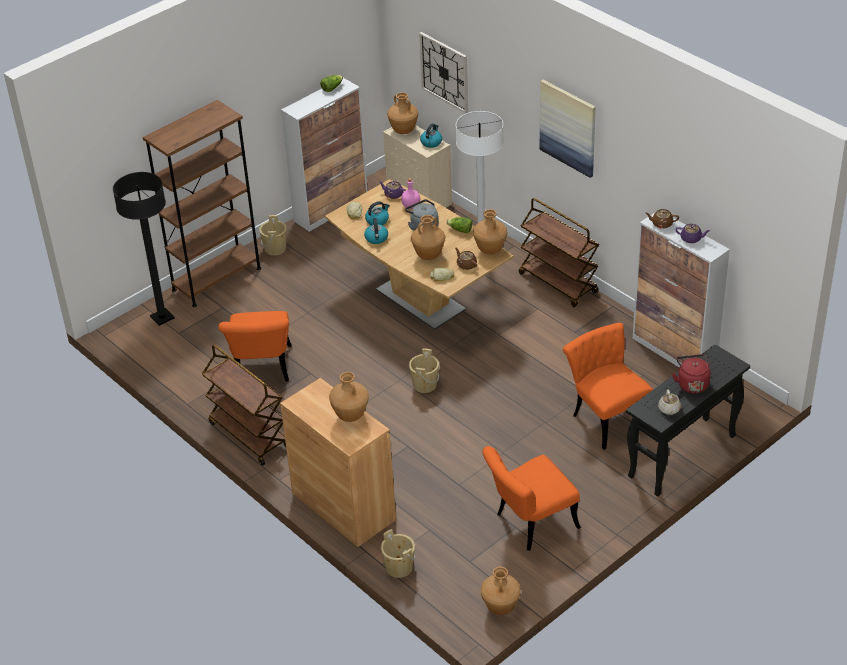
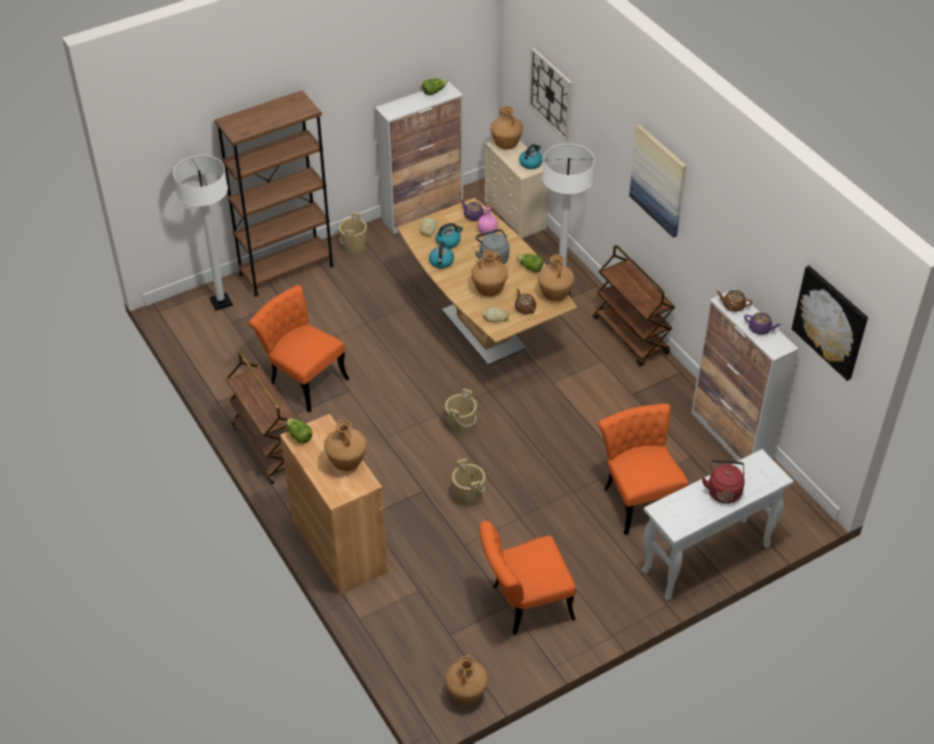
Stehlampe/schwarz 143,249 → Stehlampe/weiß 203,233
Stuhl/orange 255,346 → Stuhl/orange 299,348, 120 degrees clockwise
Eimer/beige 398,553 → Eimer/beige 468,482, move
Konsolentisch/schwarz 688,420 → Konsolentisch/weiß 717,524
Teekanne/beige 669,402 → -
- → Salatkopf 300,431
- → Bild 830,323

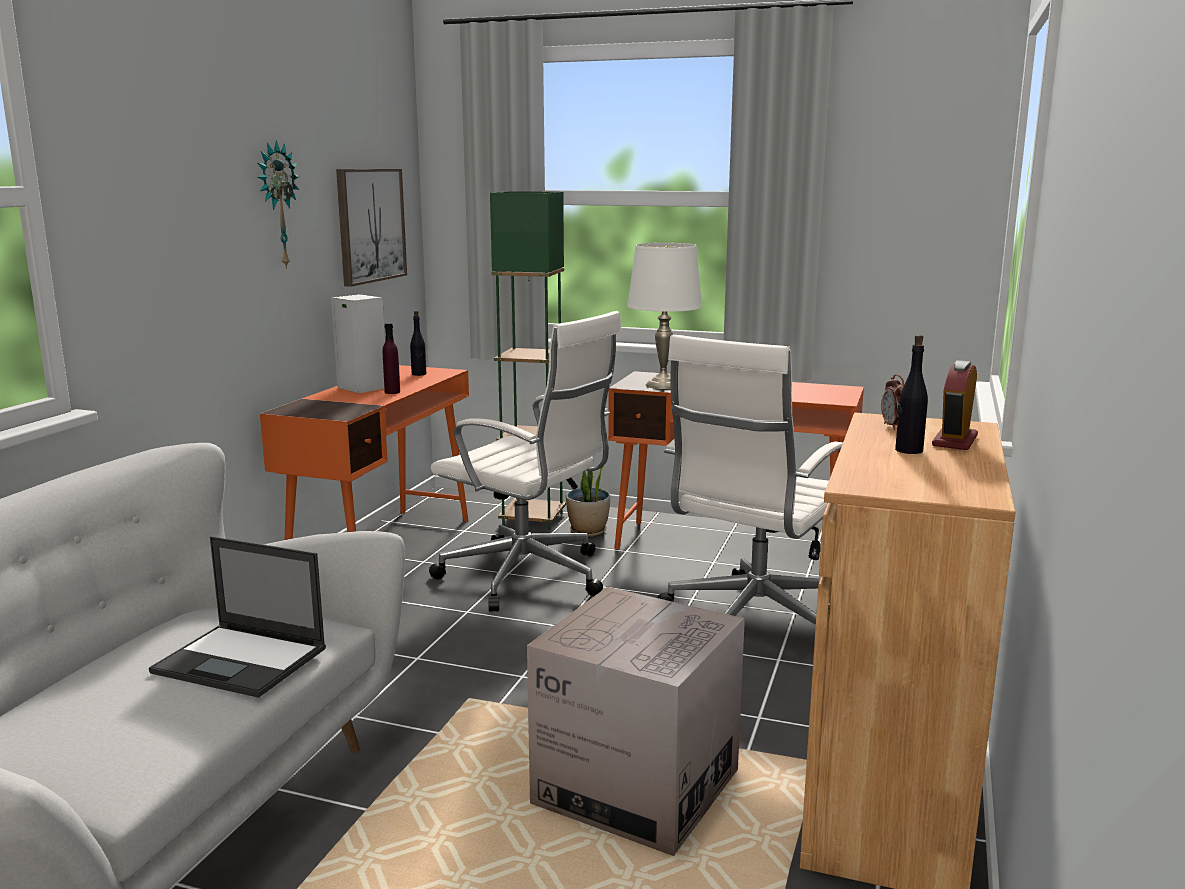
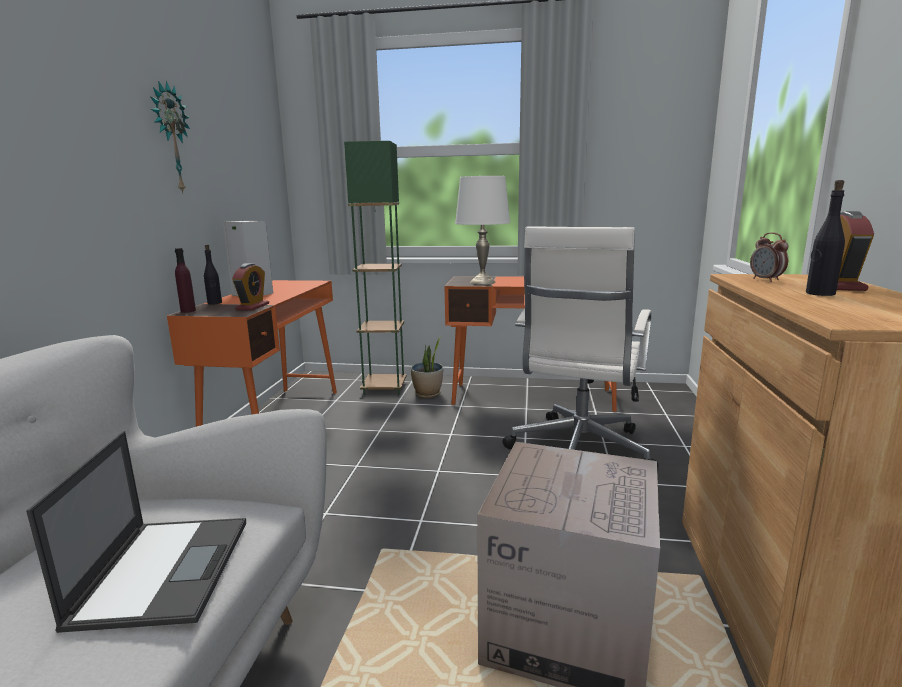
Laptop 237,617 → Laptop 136,532, 105 degrees counterclockwise
Bild 371,228 → -
Flasche/lila 391,358 → Flasche/lila 185,280, move
Flasche/schwarz 418,343 → Flasche/schwarz 213,274, move
Bürostuhl/weiß 525,461 → -
- → Wecker 250,287

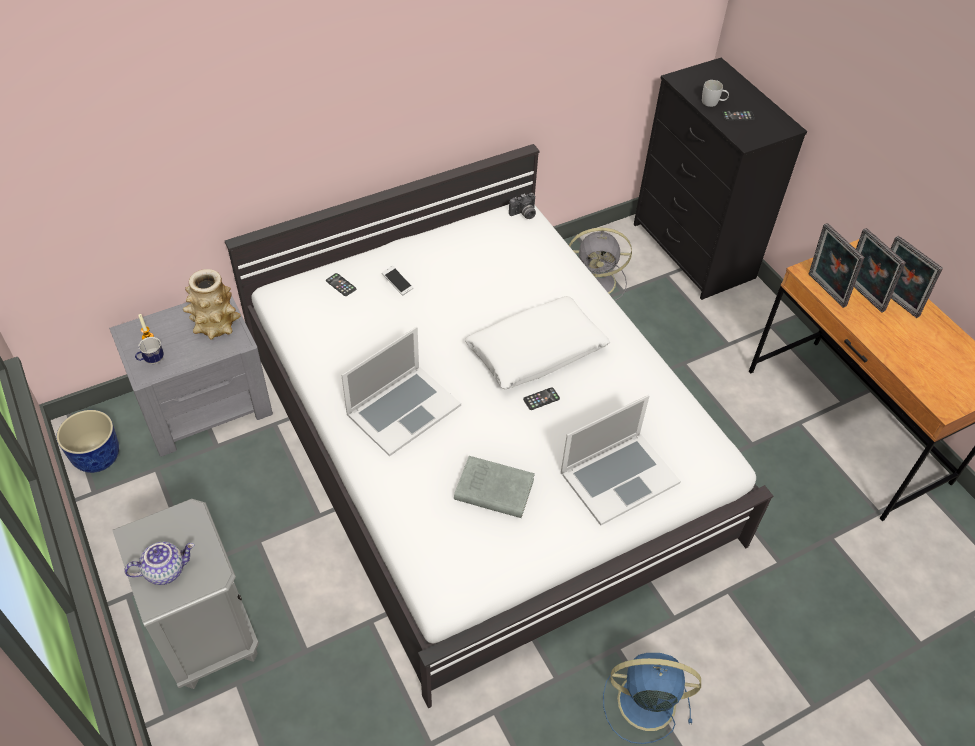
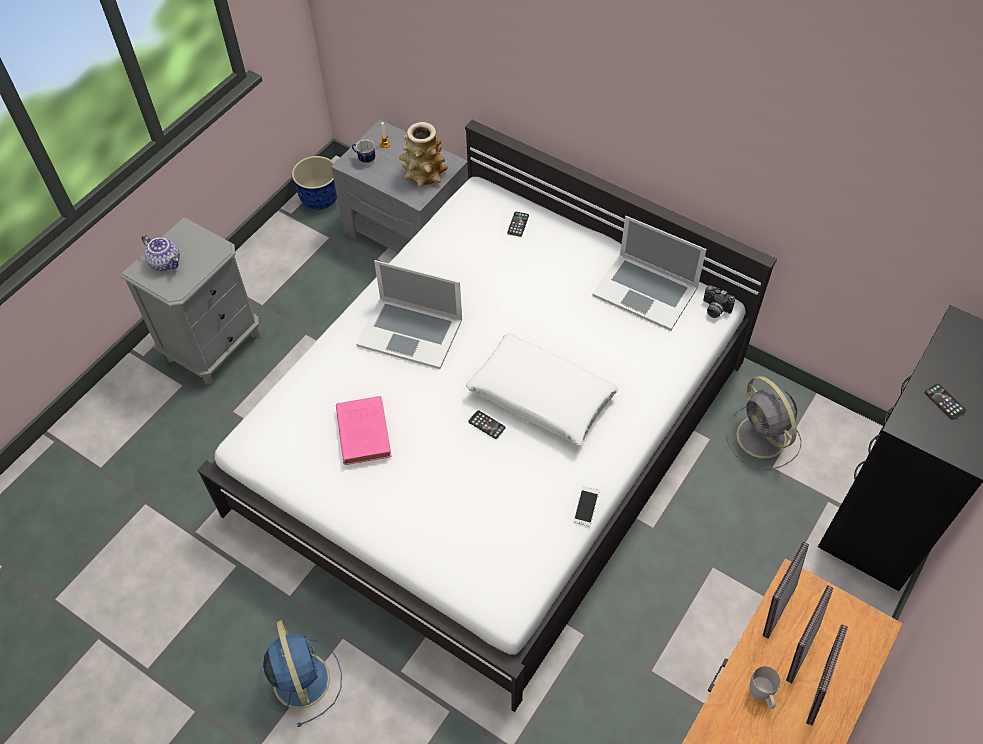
Handy 397,280 → Handy 586,506, move
Buch/grau 494,487 → Buch/rosa 364,430
Laptop 621,460 → Laptop 649,273, move
Henkelbecher/weiß 715,93 → Henkelbecher/weiß 765,687, move

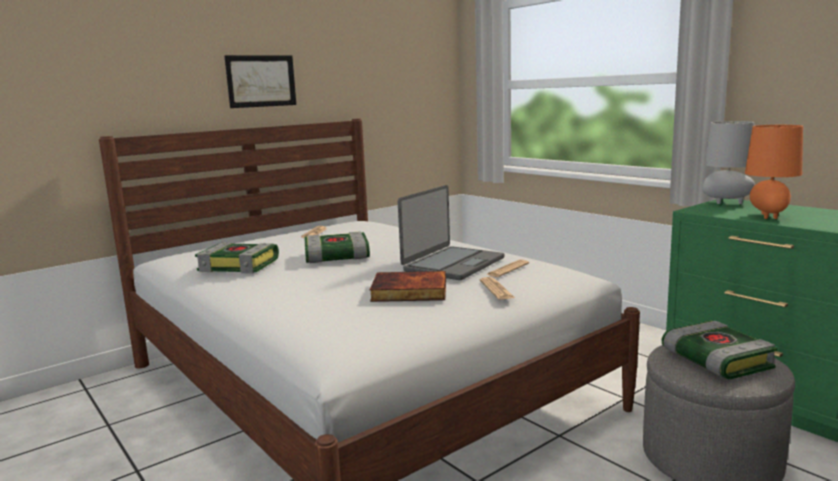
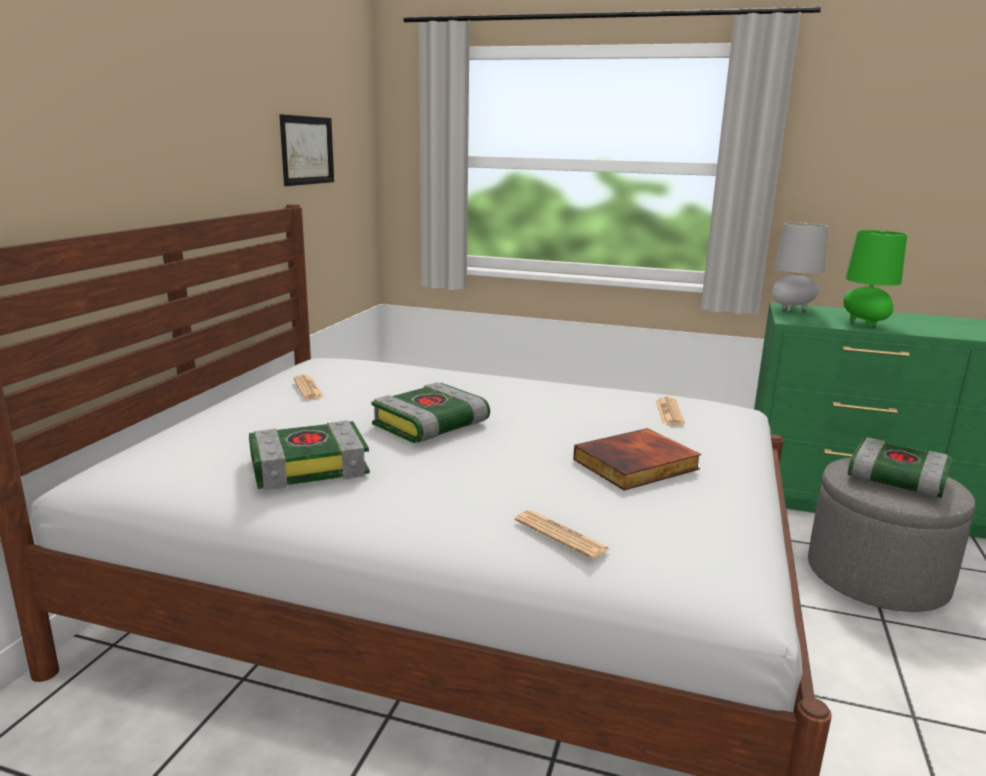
Bild 260,81 → Bild 306,150, move
Laptop 451,232 → -
Zeitung 497,288 → Zeitung 562,534, move
Tischlampe/orange 774,172 → Tischlampe/grün 875,278

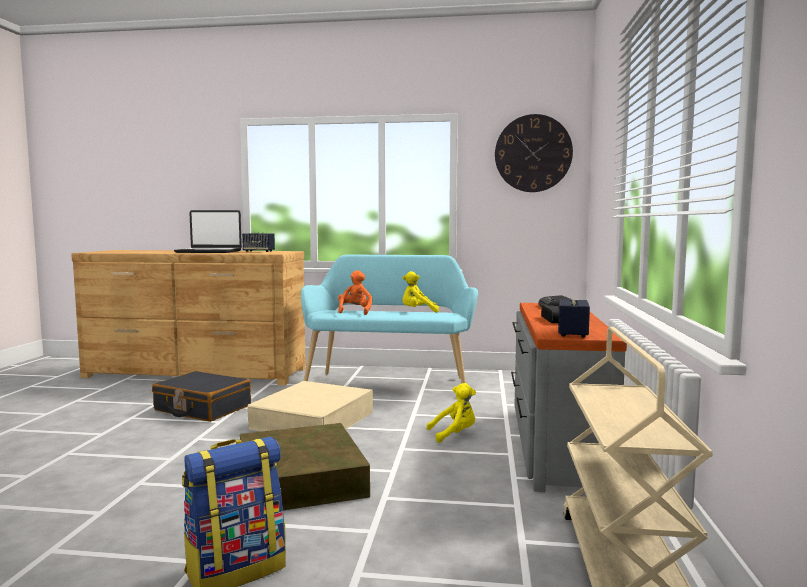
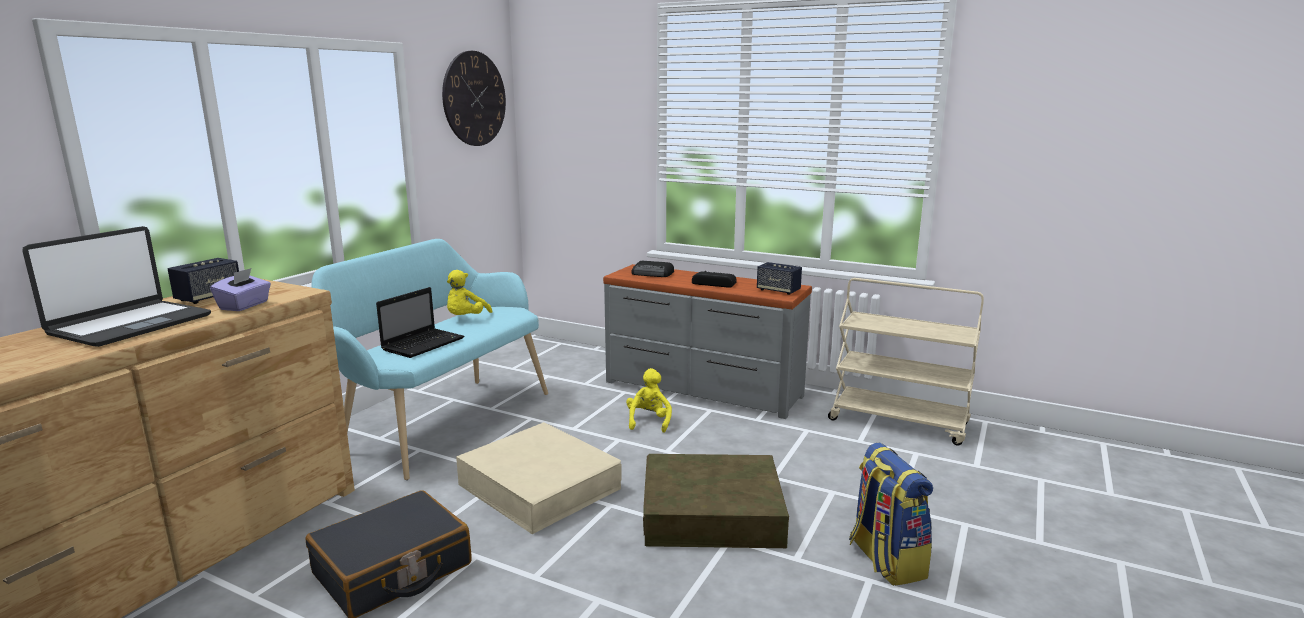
Plüschtier/orange 355,292 → Laptop 420,322
- → Taschentuchbox/lila 240,289

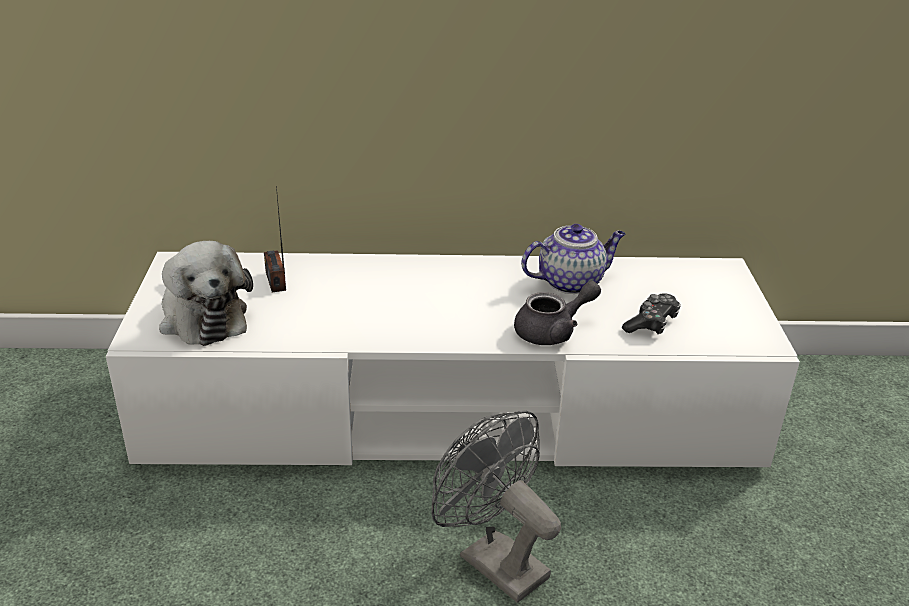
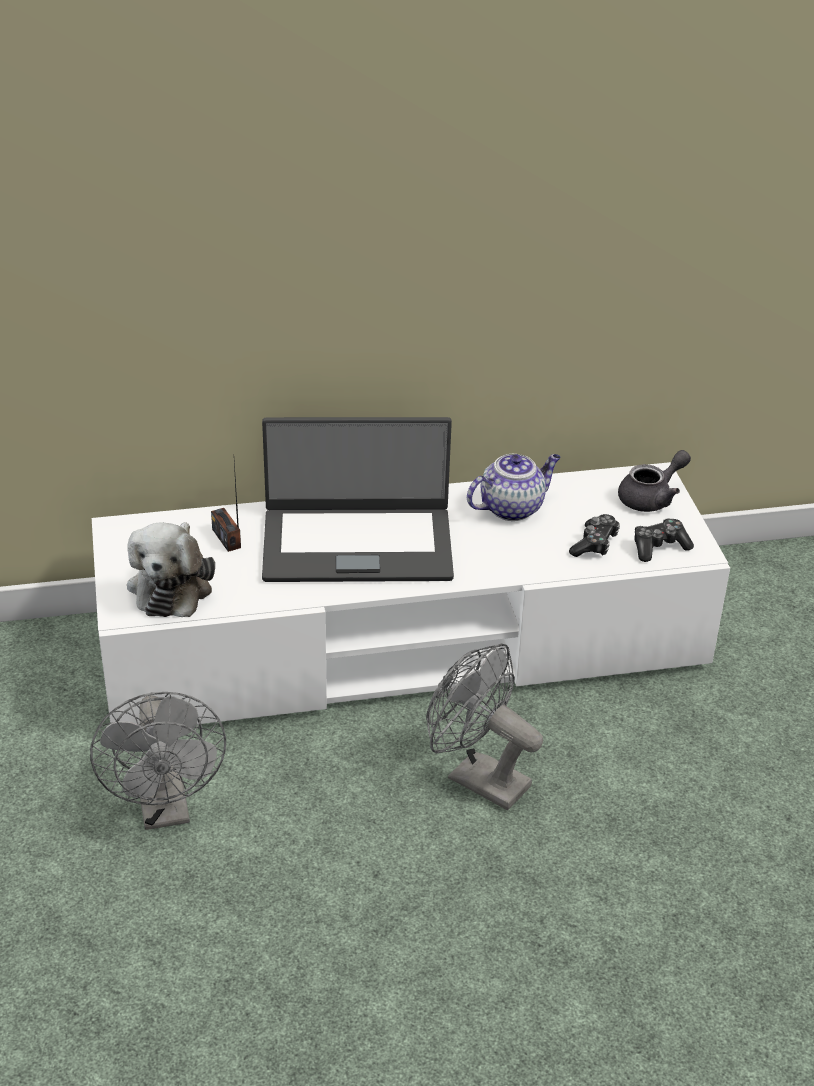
Plüschtier 206,293 → Plüschtier 171,569, 45 degrees clockwise
Teekanne/grau 557,313 → Teekanne/grau 654,481, move
- → Ventilator/grau 158,761
- → Laptop 358,499
- → Gamepad 664,540

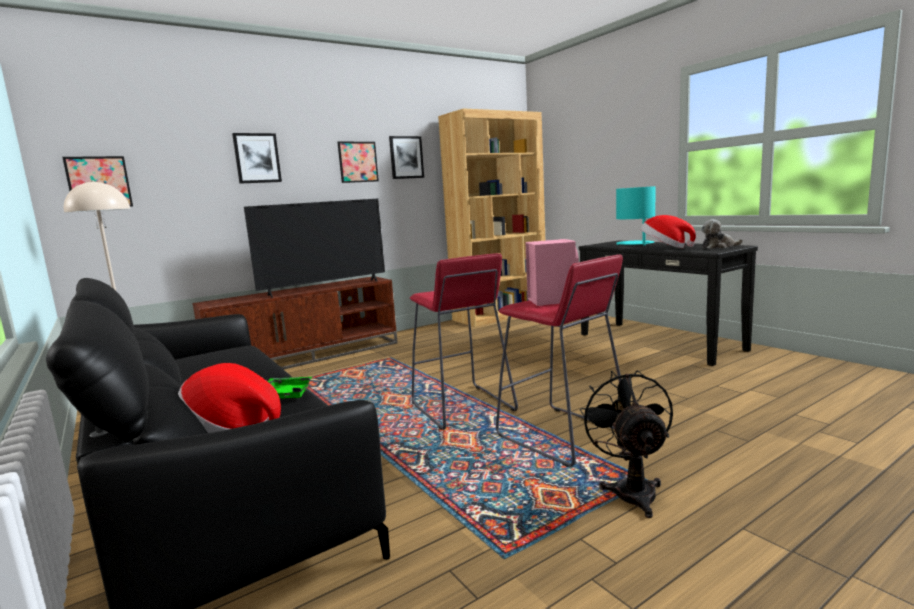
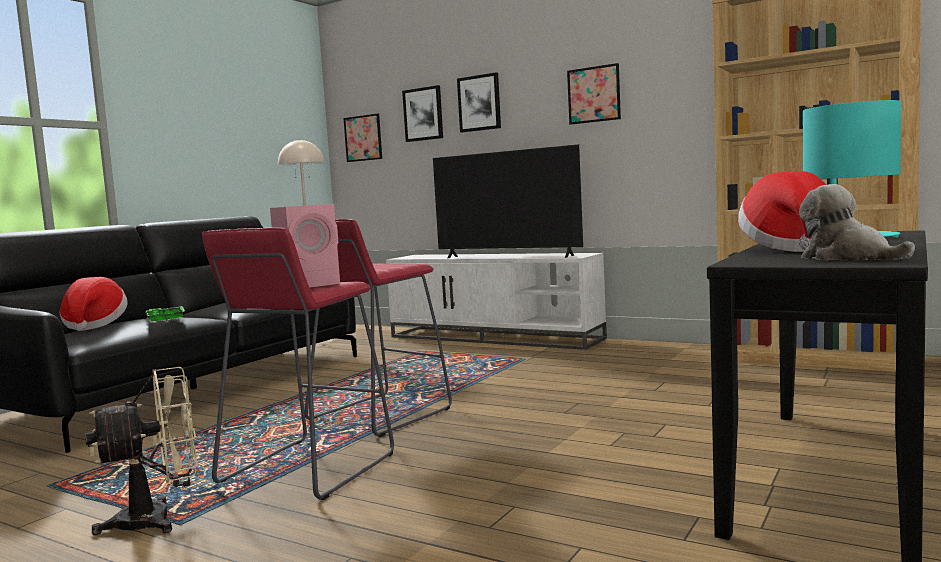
Fernsehschrank/braun 295,323 → Fernsehschrank/weiß 496,301
Bild 406,157 → Bild 422,113, move
Ventilator/schwarz 626,444 → Ventilator/beige 141,451

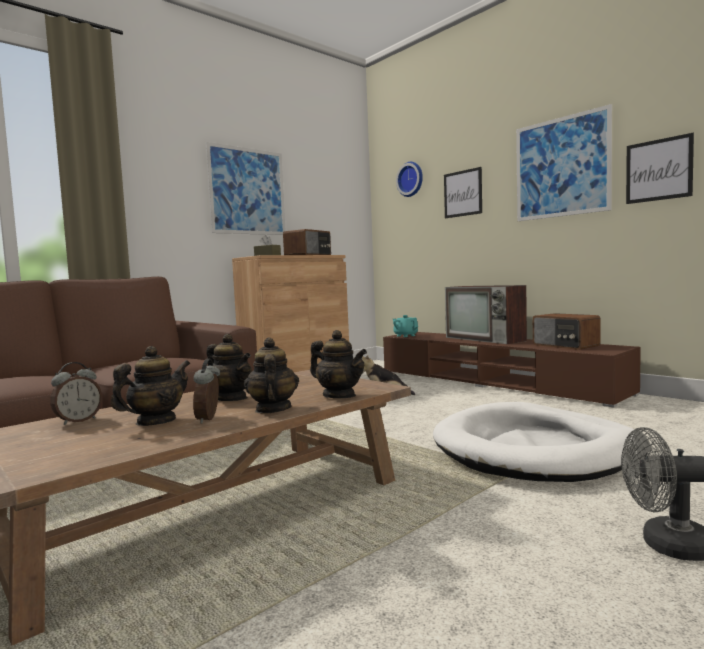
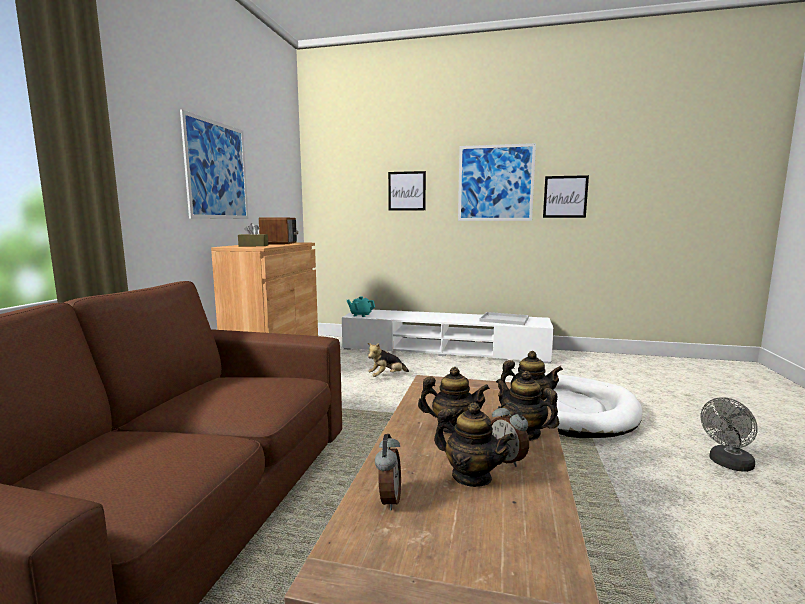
Teekanne 150,386 → Teekanne 474,444, 120 degrees clockwise
Fernsehschrank/braun 512,370 → Fernsehschrank/weiß 448,337
Wanduhr 409,179 → -
Fernseher 486,314 → -
Radio 566,331 → Tablett/weiß 504,318

